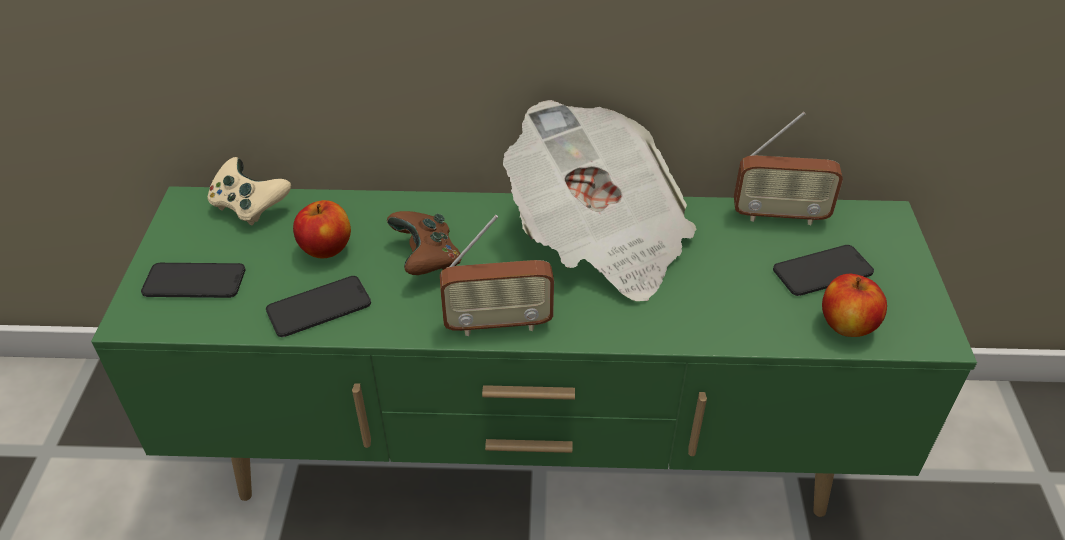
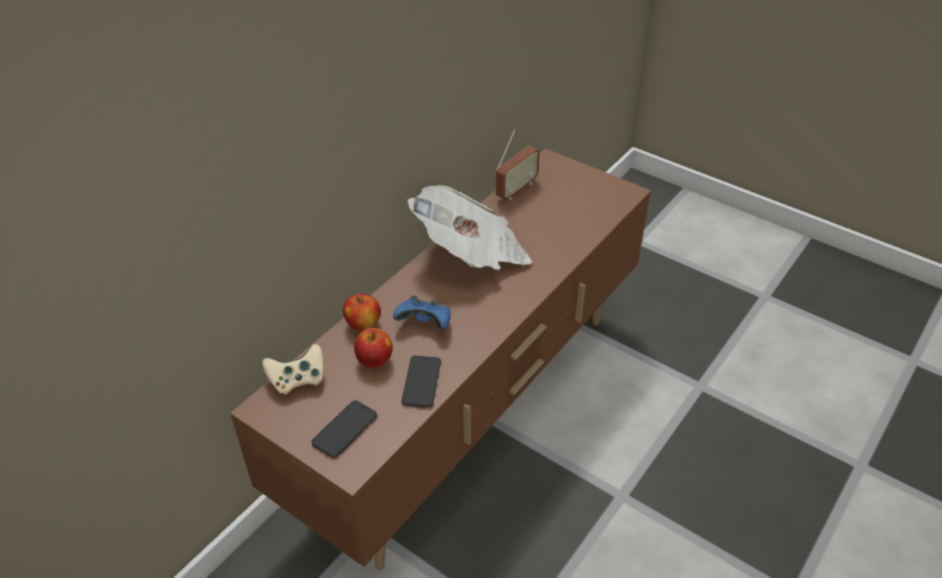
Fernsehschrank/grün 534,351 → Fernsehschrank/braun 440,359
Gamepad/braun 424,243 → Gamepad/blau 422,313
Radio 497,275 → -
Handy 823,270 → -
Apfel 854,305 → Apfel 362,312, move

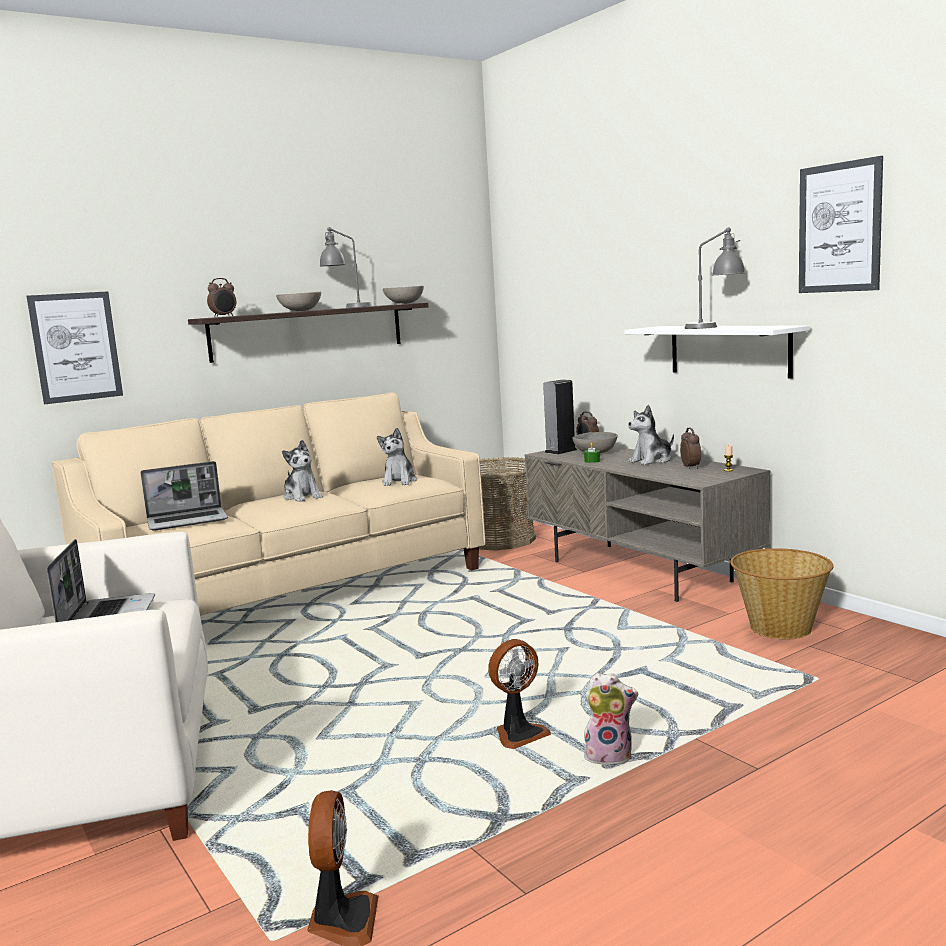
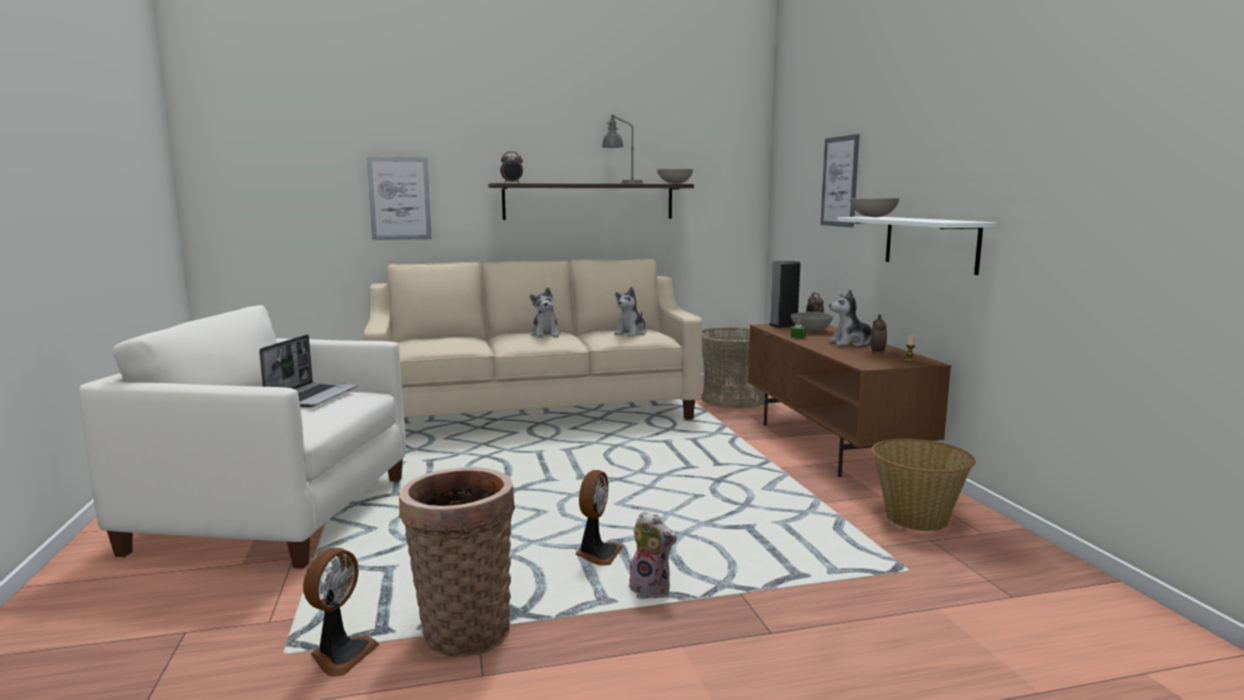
Laptop 184,496 → -
Schüssel/grau 298,301 → Schüssel/grau 874,207, move
Ventilator 519,694 → Ventilator 599,518, 60 degrees counterclockwise
Fernsehschrank/grau 647,523 → Fernsehschrank/braun 849,400
Tischlampe/grau 714,278 → -
Bild 841,224 → Bild 840,180, move
- → Korb 457,562

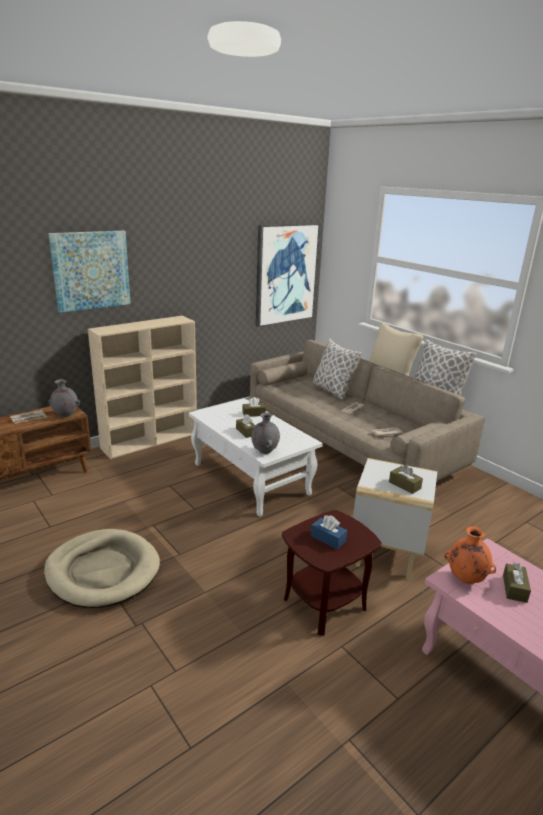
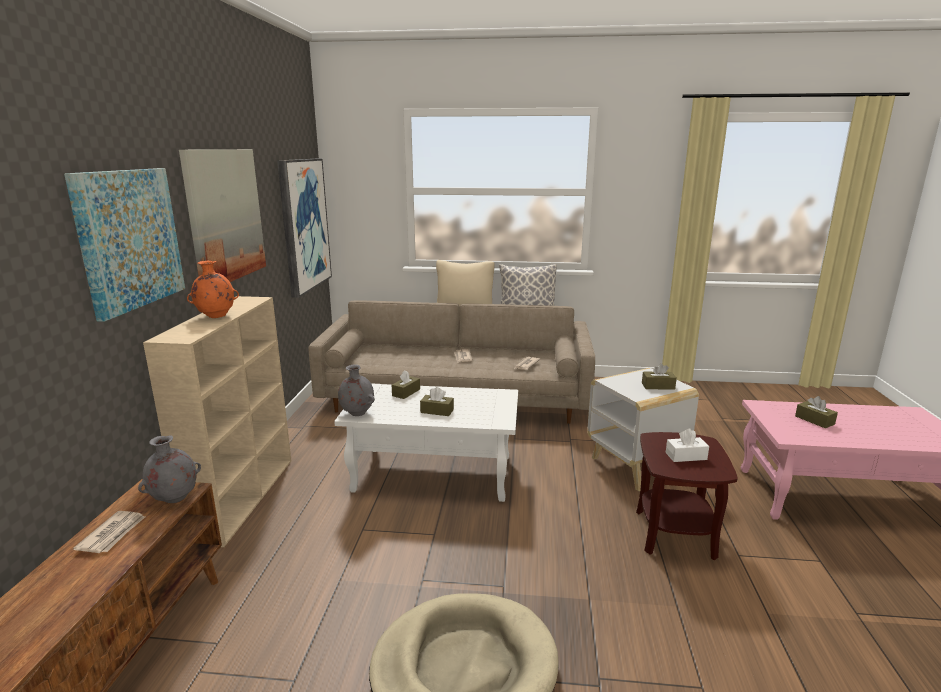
Vase/grau 265,433 → Vase/grau 356,390, move
Taschentuchbox/blau 329,532 → Taschentuchbox/weiß 687,445
Kissen 337,369 → -
Vase/orange 470,555 → Vase/orange 213,289, move
- → Bild 222,215

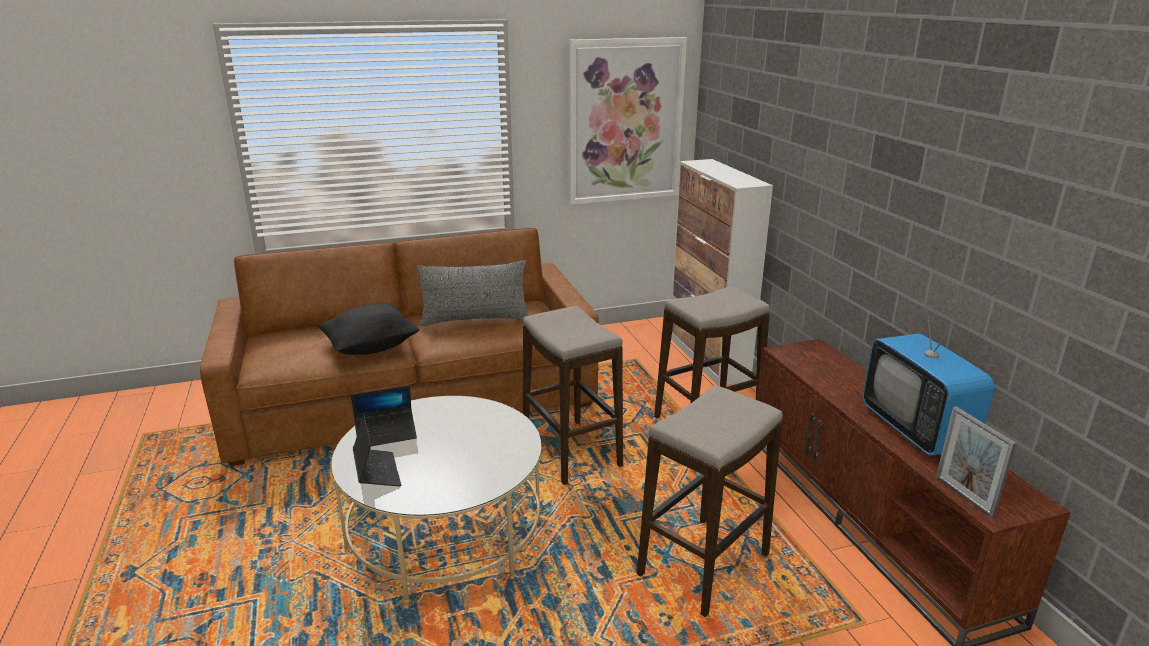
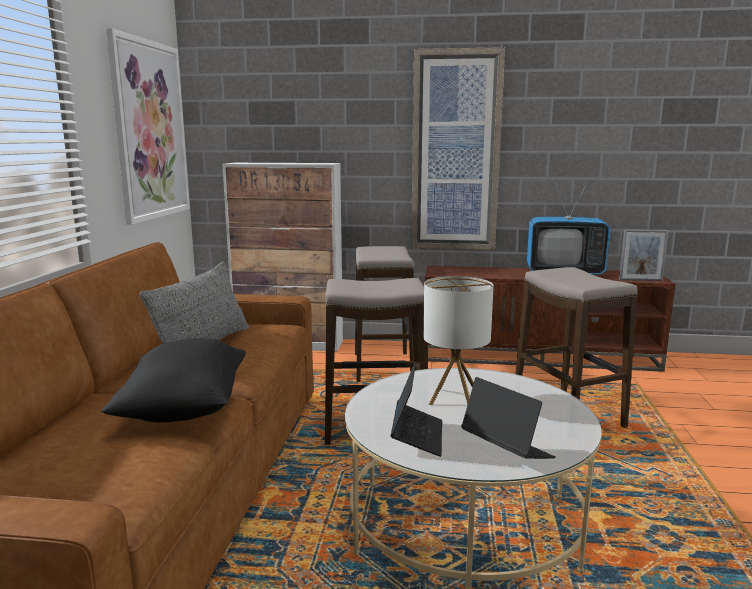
Laptop 377,450 → Laptop 508,418, 45 degrees clockwise
- → Bild 458,148
- → Tischlampe 458,340

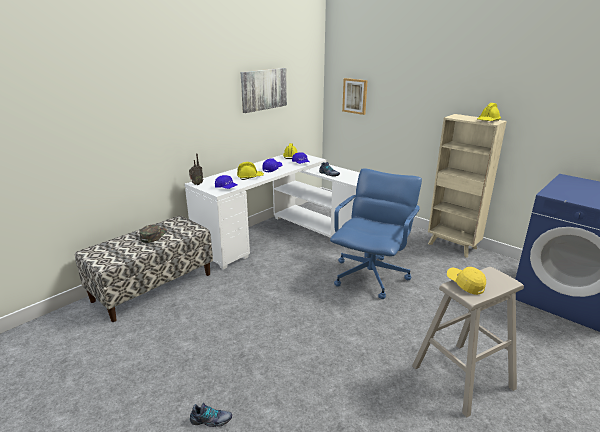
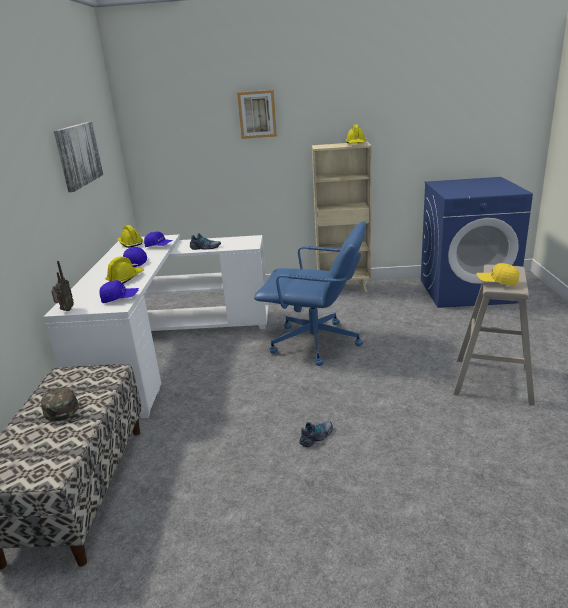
Schuh 211,415 → Schuh 316,434, move
Bürostuhl/blau 376,233 → Bürostuhl/blau 310,293, 120 degrees clockwise
Bild 355,96 → Bild 257,114, move

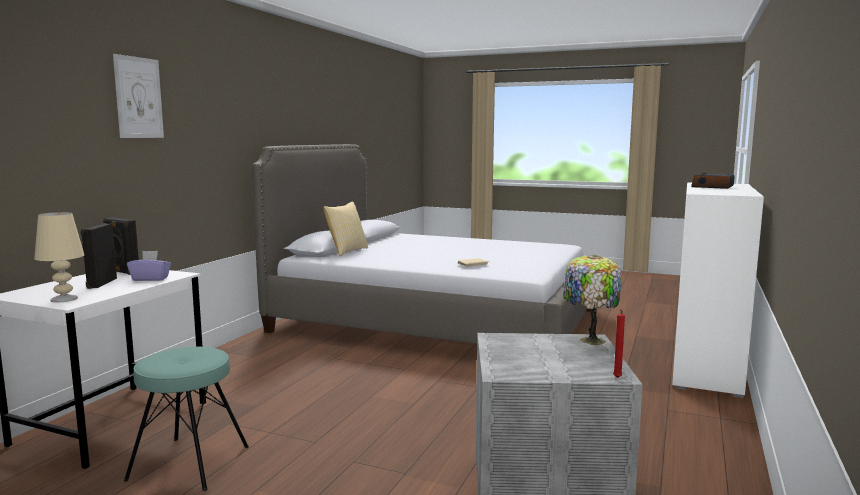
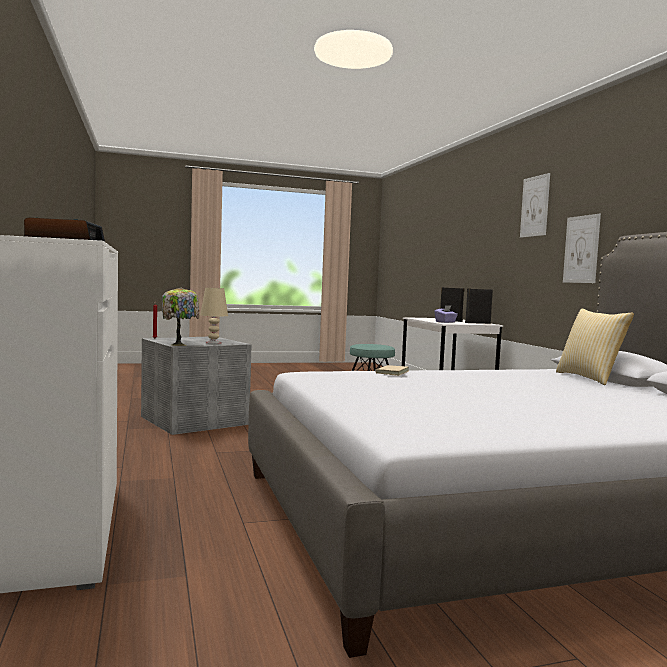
Tischlampe/beige 59,257 → Tischlampe/beige 214,316, move
- → Bild 582,248

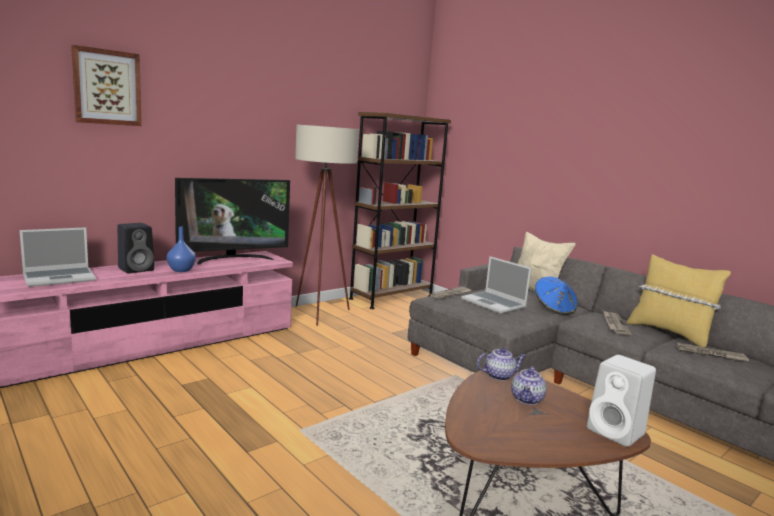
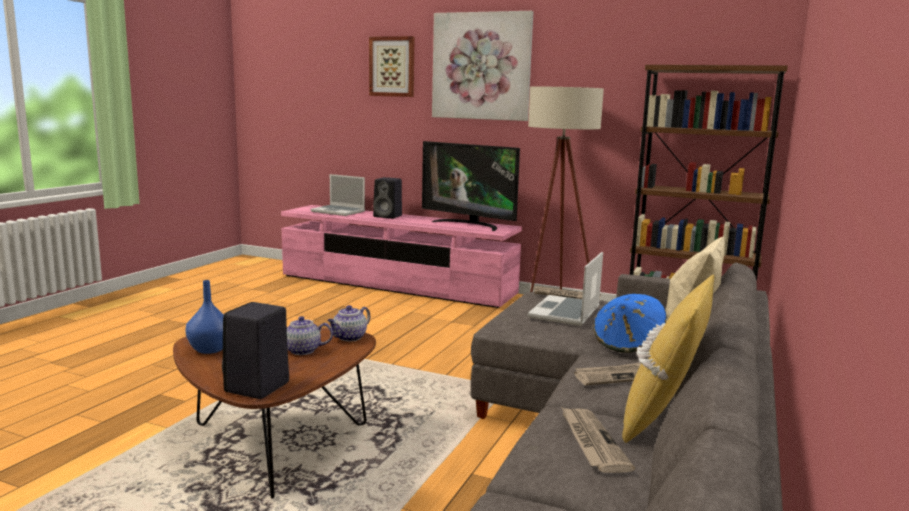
Vase/blau 181,249 → Vase/blau 204,317, move
Teekanne 501,364 → Teekanne 348,323, 75 degrees clockwise
Lautsprecher/weiß 621,401 → Lautsprecher/schwarz 255,350
- → Bild 483,66

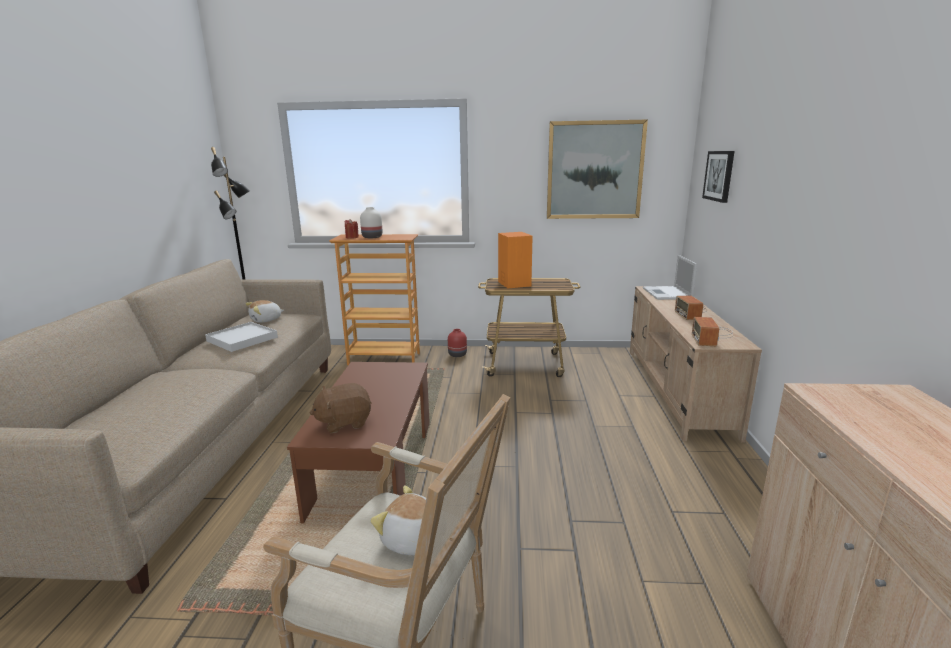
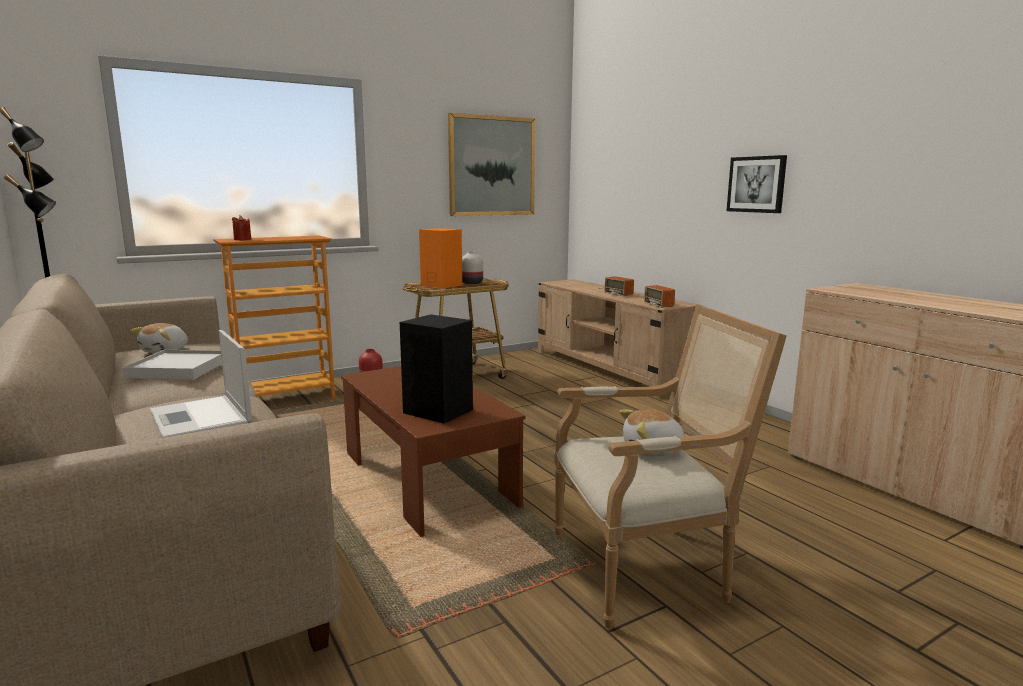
Plüschtier/braun 341,408 → Lautsprecher/schwarz 436,369
Vase/weiß 371,222 → Vase/weiß 472,267, move
Laptop 670,277 → Laptop 201,384, move
Bild 718,177 → Bild 757,184, move

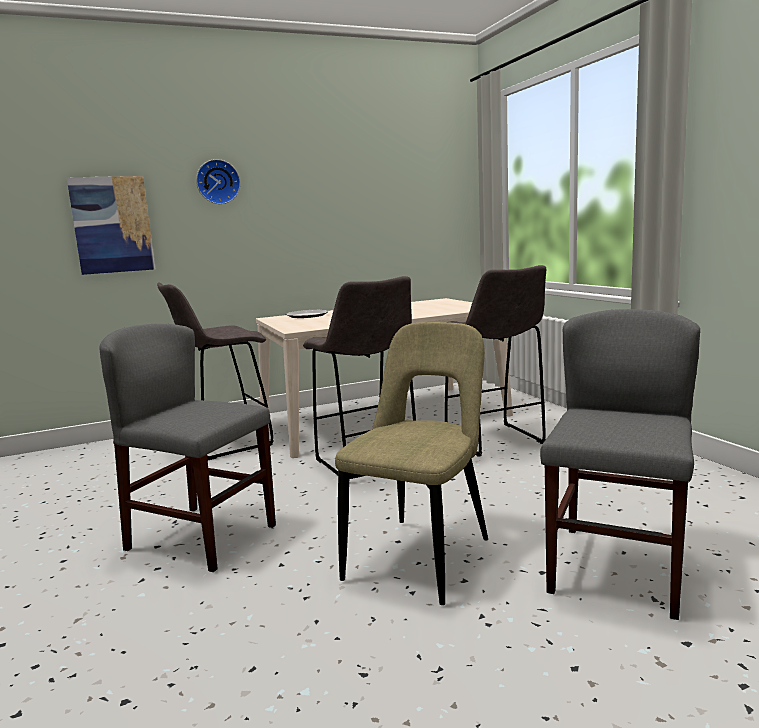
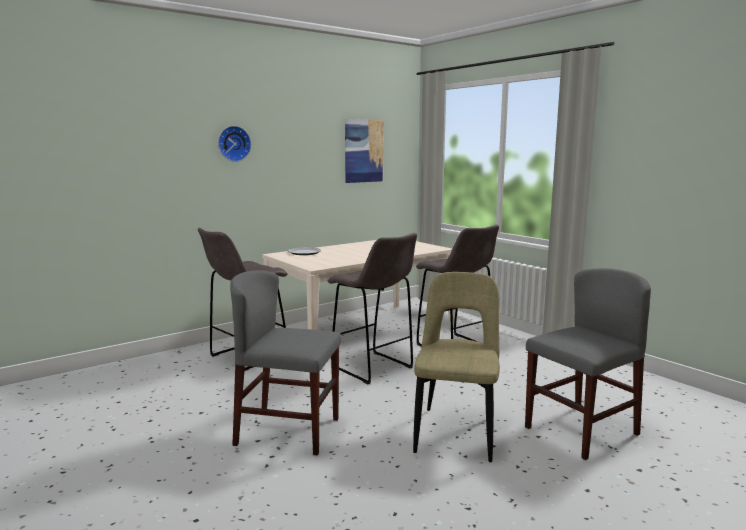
Bild 111,225 → Bild 364,151, move
Stuhl/grau 620,464 → Stuhl/grau 588,364, 45 degrees clockwise

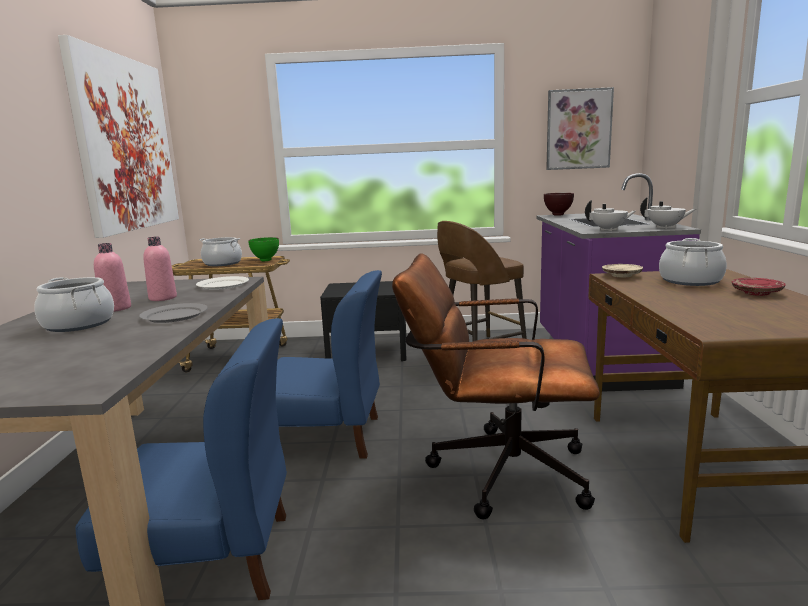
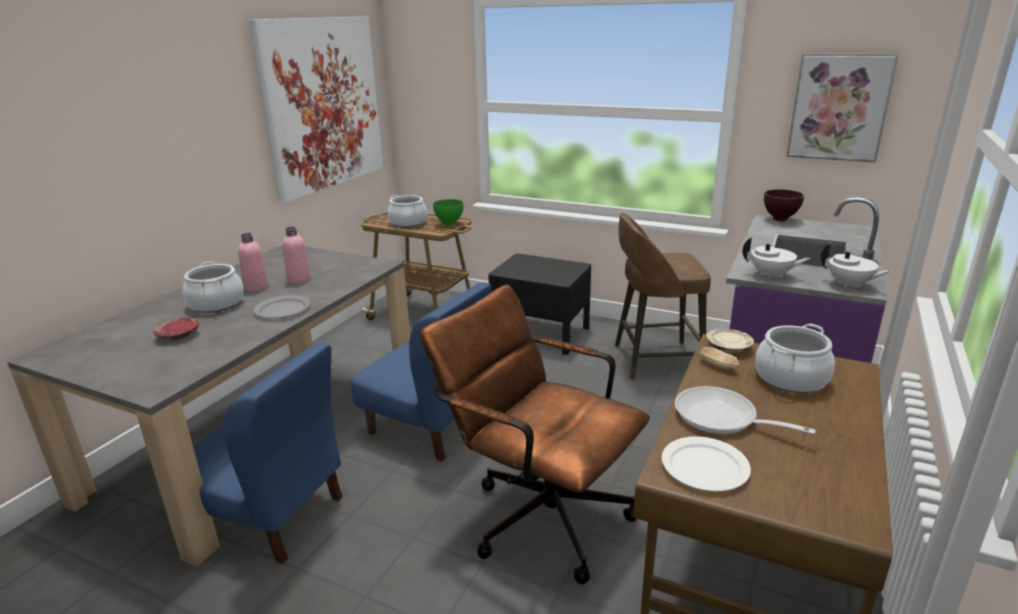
Teller/weiß 222,283 → Teller/weiß 706,463, move
Teller/rot 759,287 → Teller/rot 176,329, move
- → Pfanne 745,410
- → Brot 719,358

